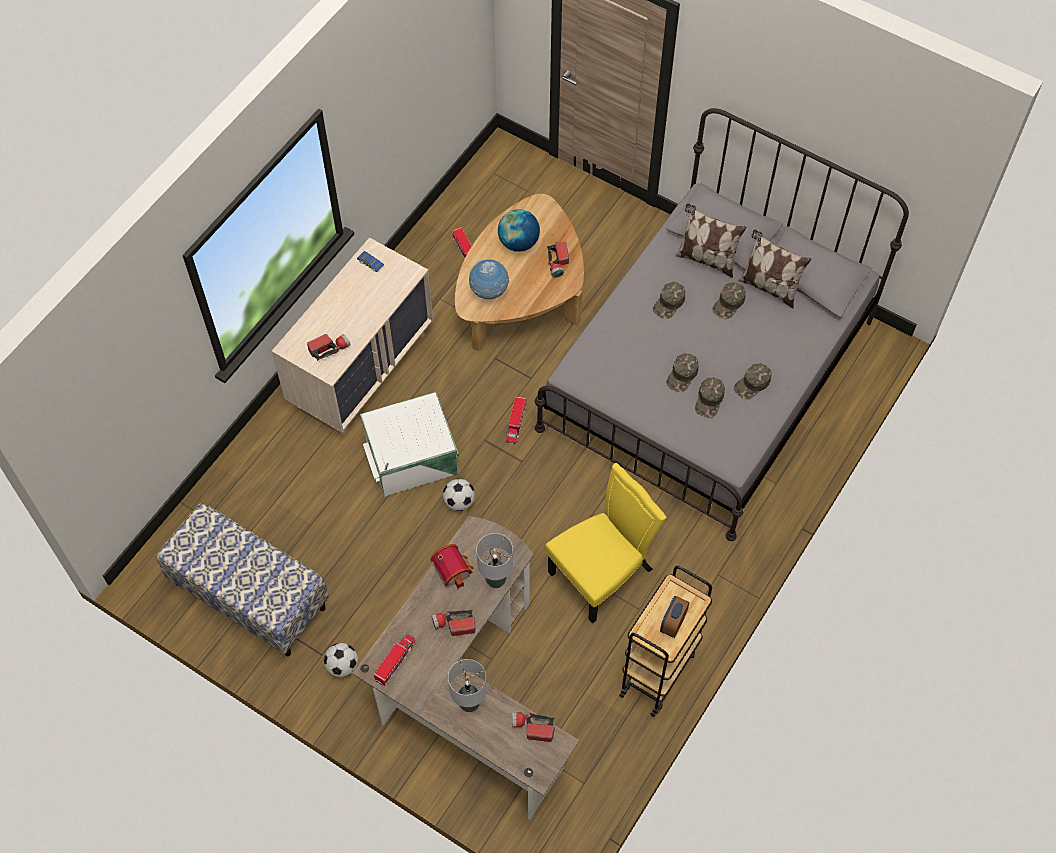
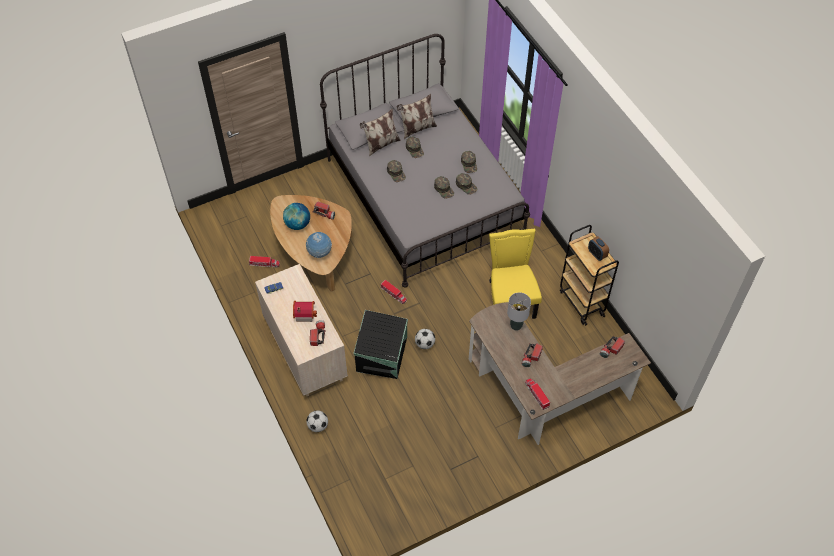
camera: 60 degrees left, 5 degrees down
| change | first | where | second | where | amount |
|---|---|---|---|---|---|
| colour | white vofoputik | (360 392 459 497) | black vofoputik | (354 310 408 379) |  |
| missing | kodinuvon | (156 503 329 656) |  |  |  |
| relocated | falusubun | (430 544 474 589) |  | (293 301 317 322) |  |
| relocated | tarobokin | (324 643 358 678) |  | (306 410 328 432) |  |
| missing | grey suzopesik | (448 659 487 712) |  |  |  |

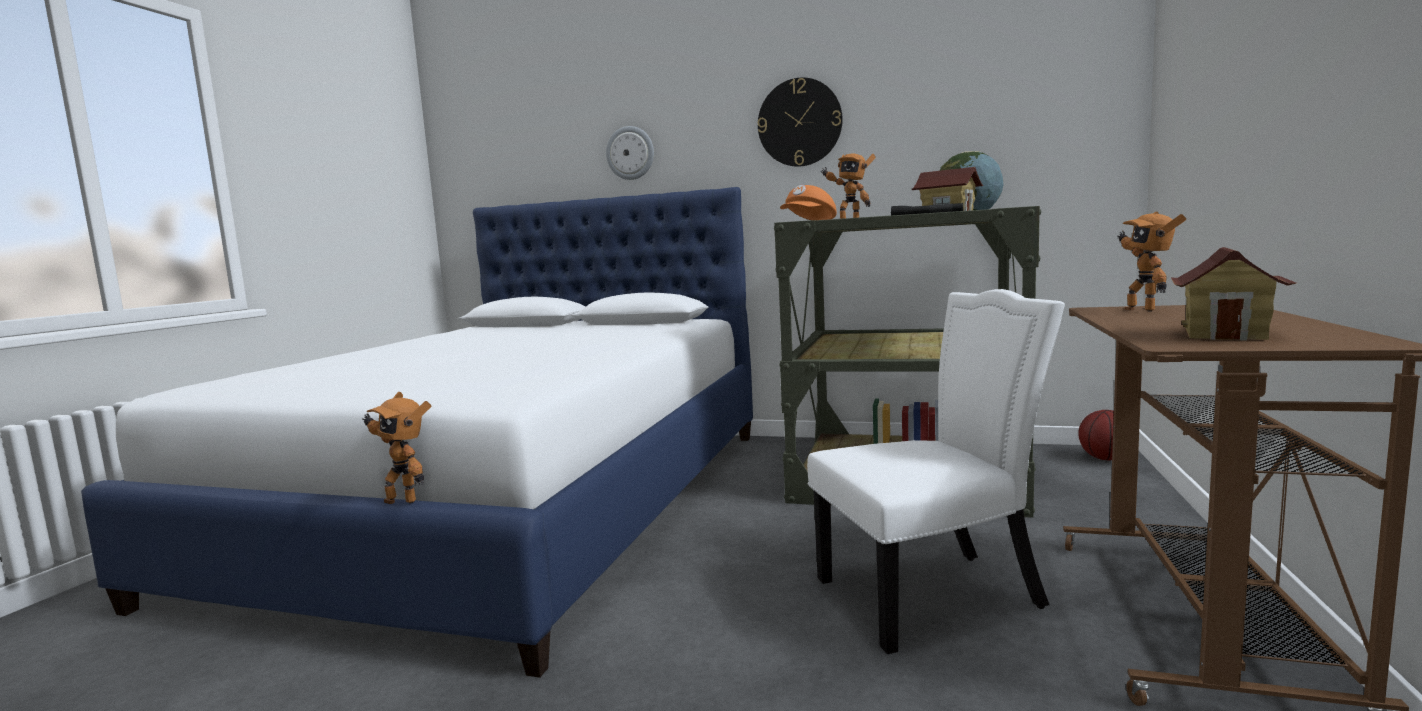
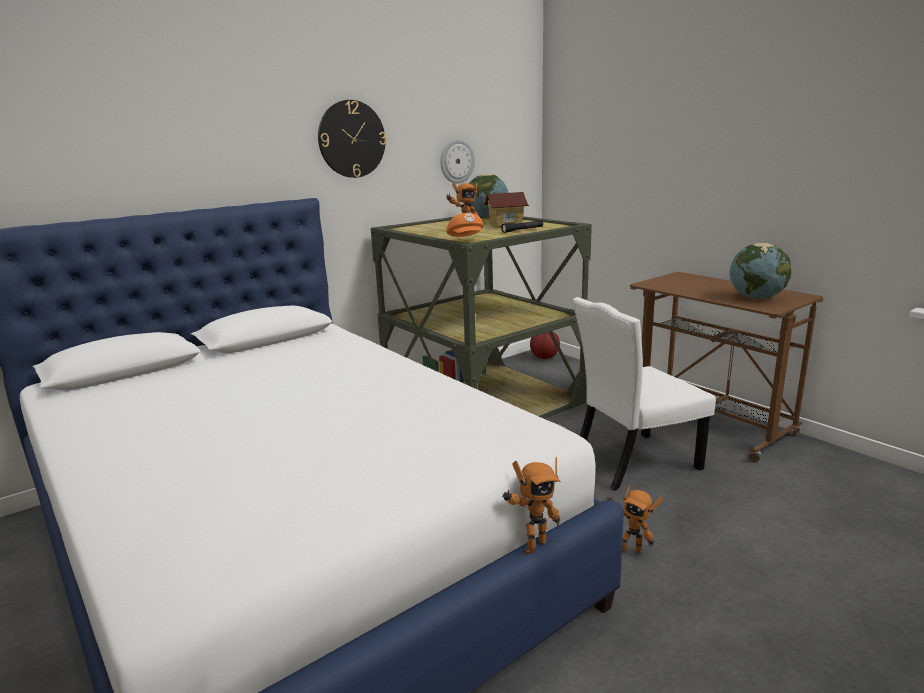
camera: 55 degrees left, 10 degrees up
| change | first | where | second | where | amount |
|---|---|---|---|---|---|
| relocated | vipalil | (606 126 654 180) |  | (440 139 475 184) |  |
| relocated | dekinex | (1118 212 1186 312) |  | (606 483 663 553) |  |
| exchanged | falusubun | (1170 247 1296 340) | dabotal | (729 243 792 300) |  |
| spun | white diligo | (807 289 1065 654) |  | (573 297 716 490) | 135 degrees counterclockwise |

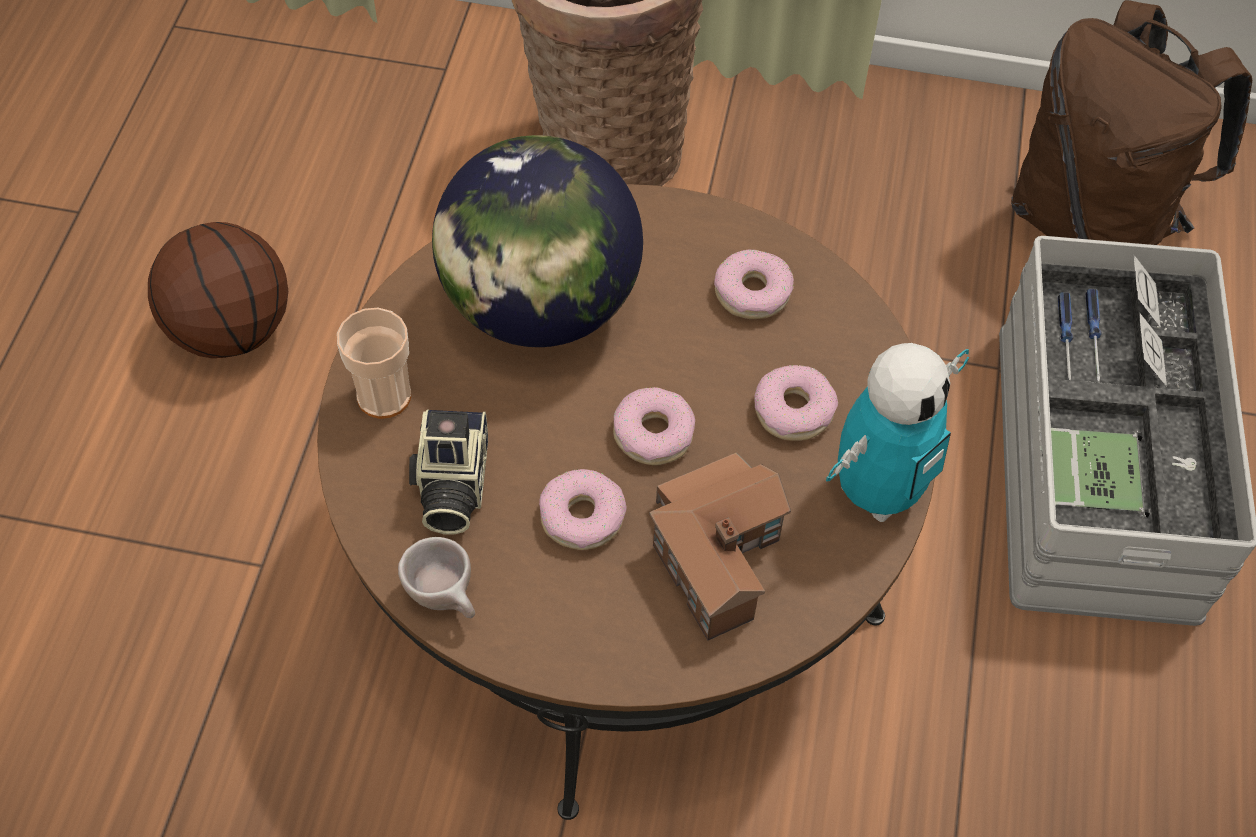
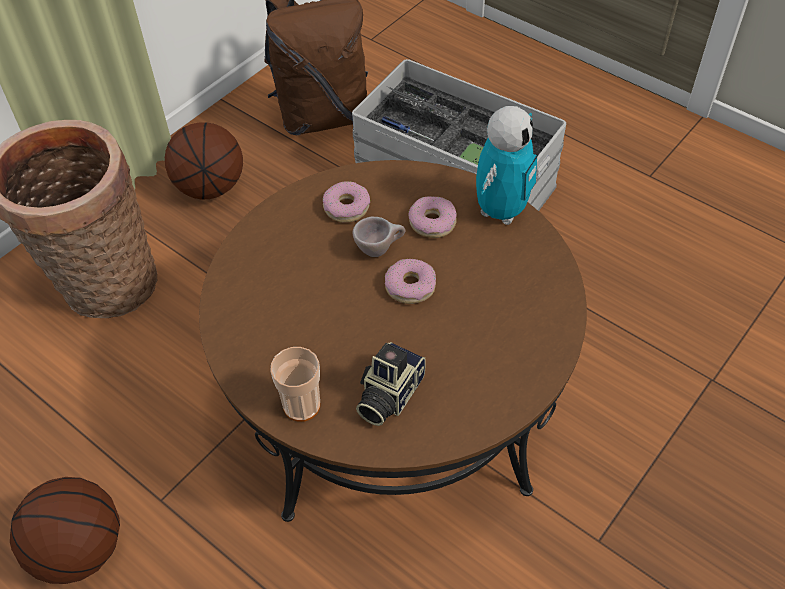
camera: 60 degrees left, 5 degrees down
| change | first | where | second | where | amount |
|---|---|---|---|---|---|
| missing | dabotal | (432 135 643 347) |  |  |  |
| spun | dekinex | (826 343 969 522) |  | (476 106 537 225) | 45 degrees clockwise |
| spun | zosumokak | (409 409 488 534) |  | (356 342 426 426) | 90 degrees clockwise |
| missing | falusubun | (649 453 791 641) |  |  |  |
| missing | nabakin | (539 469 627 550) |  |  |  |
| relocated | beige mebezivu | (398 537 475 618) |  | (353 217 405 257) |  |
| appeared |  |  | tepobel | (165 123 243 199) |  |

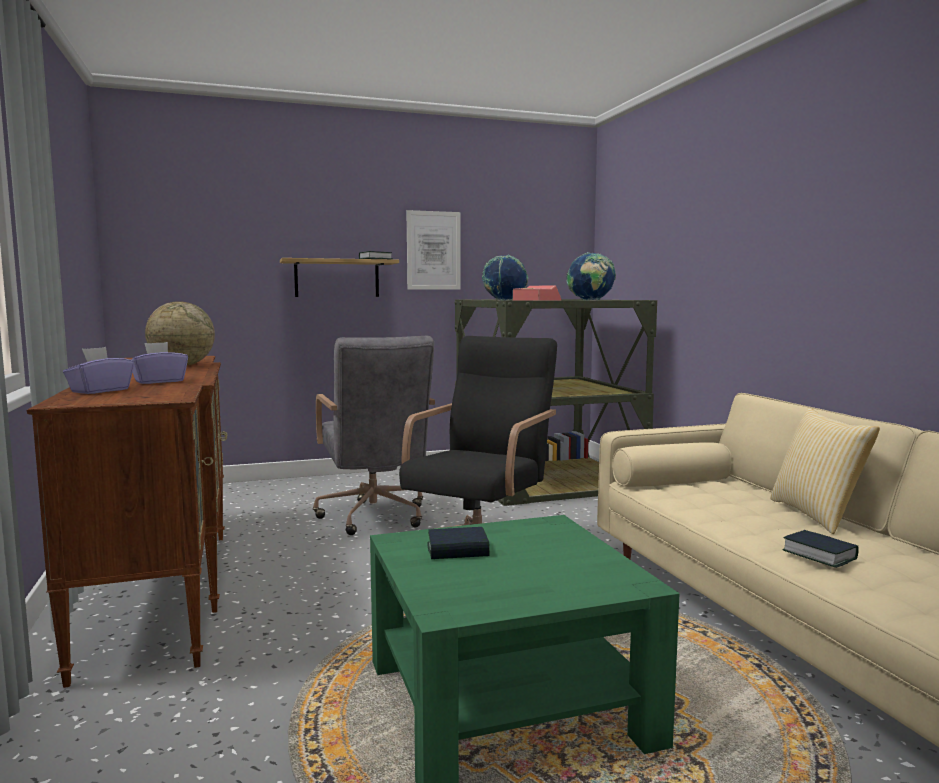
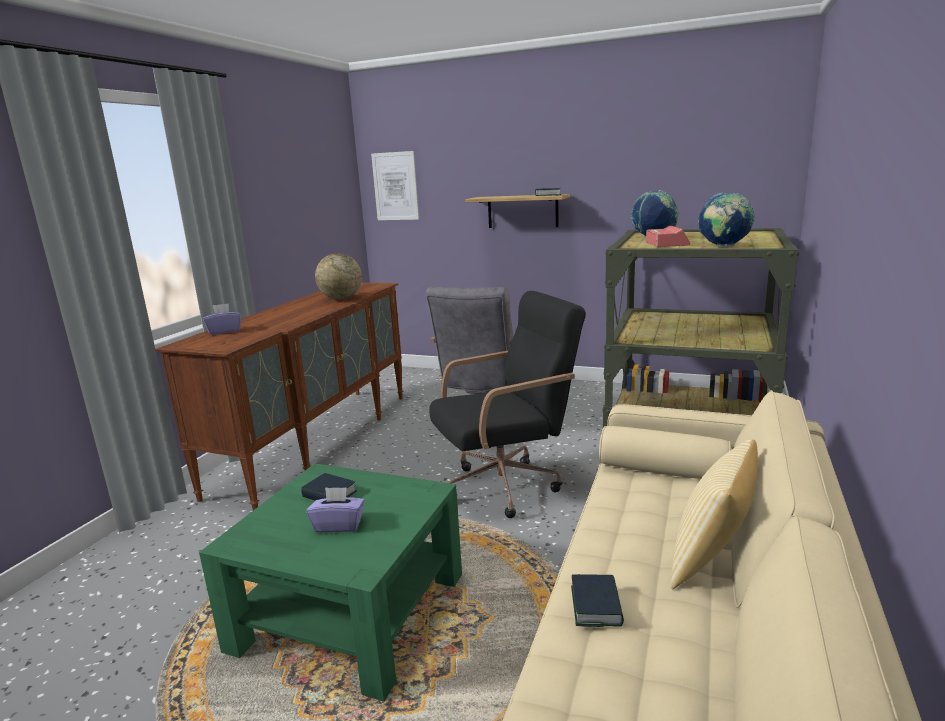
camera: 40 degrees right, 10 degrees up
| change | first | where | second | where | amount |
|---|---|---|---|---|---|
| relocated | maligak | (406 210 461 290) |  | (371 151 419 220) |  |
| relocated | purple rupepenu | (131 342 188 384) |  | (306 487 365 533) |  |

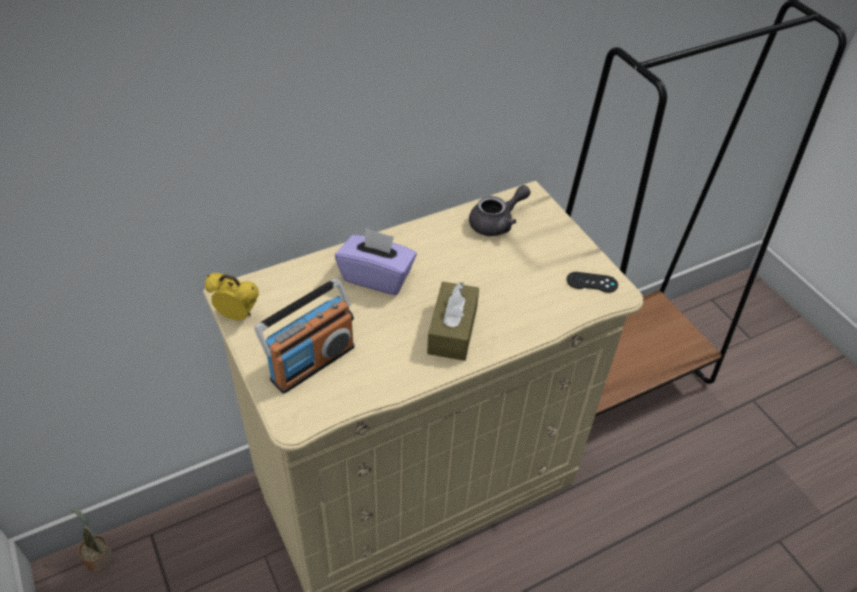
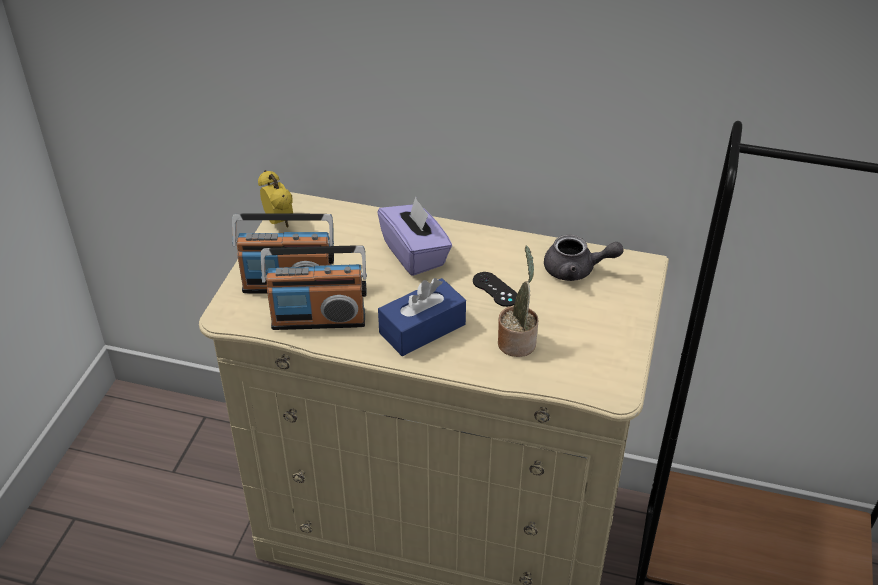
camera: 45 degrees right, 5 degrees down
| change | first | where | second | where | amount |
|---|---|---|---|---|---|
| relocated | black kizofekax | (566 272 618 293) |  | (473 272 518 307) |  |
| colour | brown rupepenu | (427 282 479 361) | blue rupepenu | (378 278 466 356) |  |
| relocated | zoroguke | (72 508 113 572) |  | (498 245 538 357) |  |
| appeared |  |  | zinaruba | (261 245 367 330) |  |

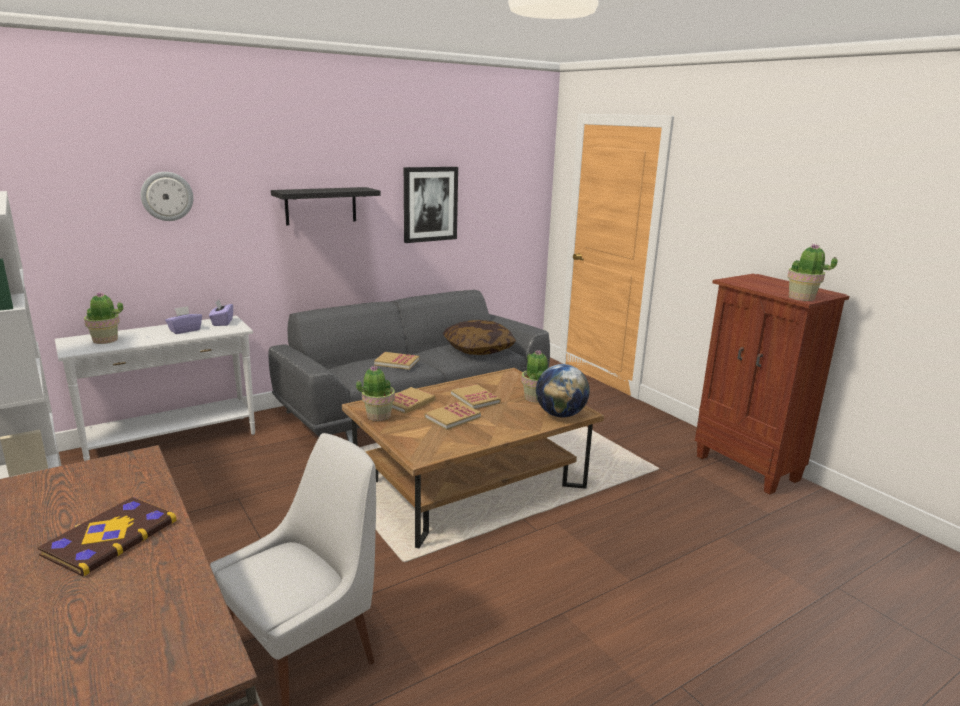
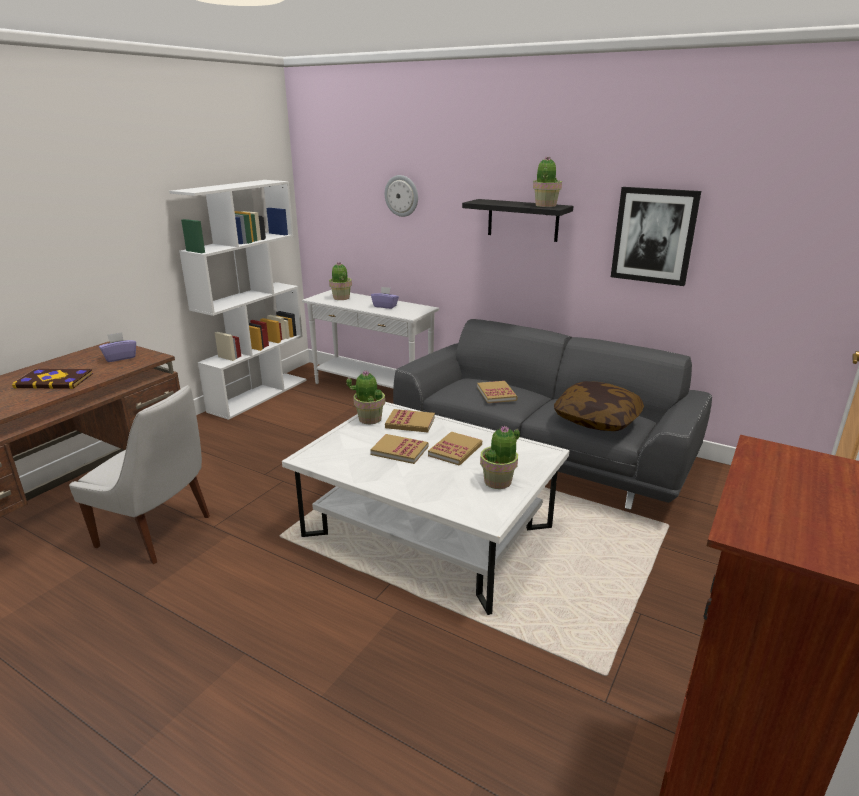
camera: 65 degrees right, 5 degrees up
| change | first | where | second | where | amount |
|---|---|---|---|---|---|
| relocated | zoroguke | (787 244 838 301) |  | (533 157 562 207) |  |
| relocated | purple rupepenu | (209 300 233 326) |  | (99 332 136 362) |  |
| missing | dabotal | (536 364 590 417) |  |  |  |
| colour | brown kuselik | (342 368 604 548) | white kuselik | (282 402 569 615) |  |

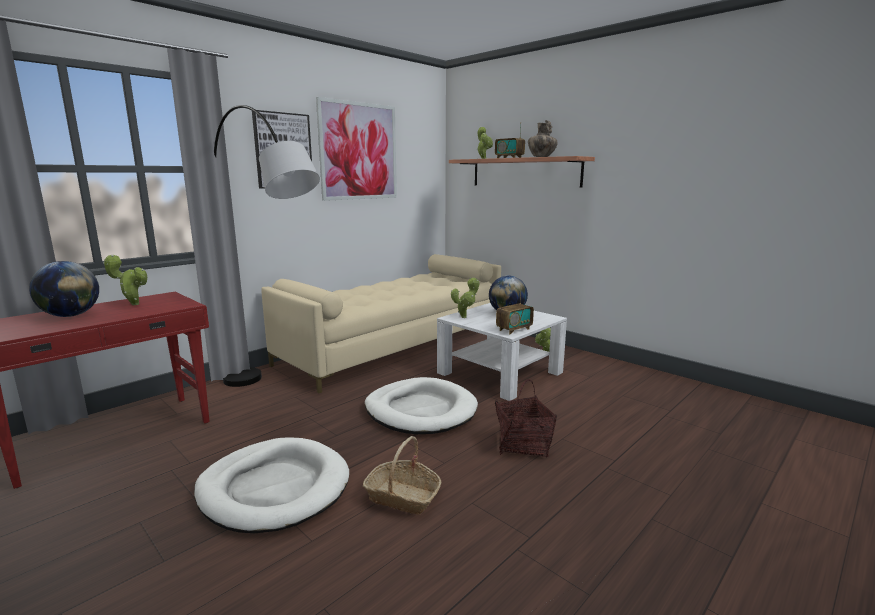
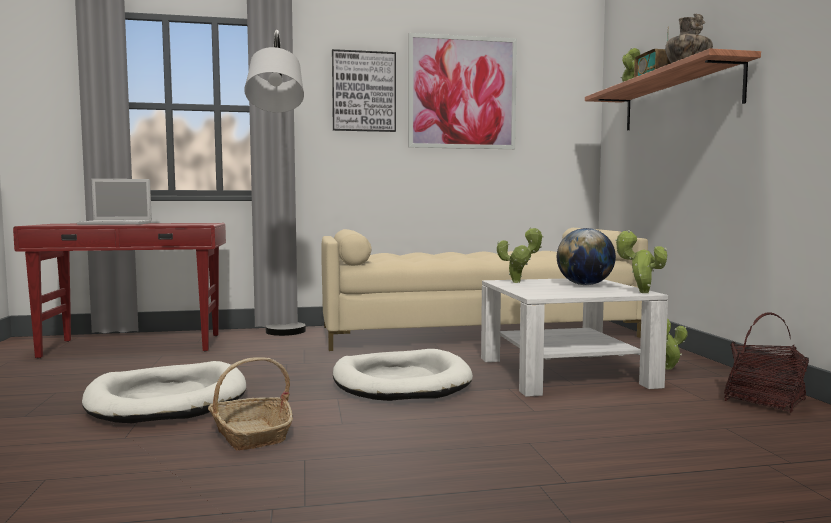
camera: 35 degrees right, 10 degrees down
| change | first | where | second | where | amount |
|---|---|---|---|---|---|
| relocated | zoroguke | (103 255 147 305) |  | (615 230 667 293) |  |
| exchanged | dabotal | (29 261 99 317) | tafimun | (77 179 152 225) |  |
| missing | zinaruba | (496 286 534 334) |  |  |  |
| relocated | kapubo | (495 379 557 457) |  | (724 312 809 413) |  |

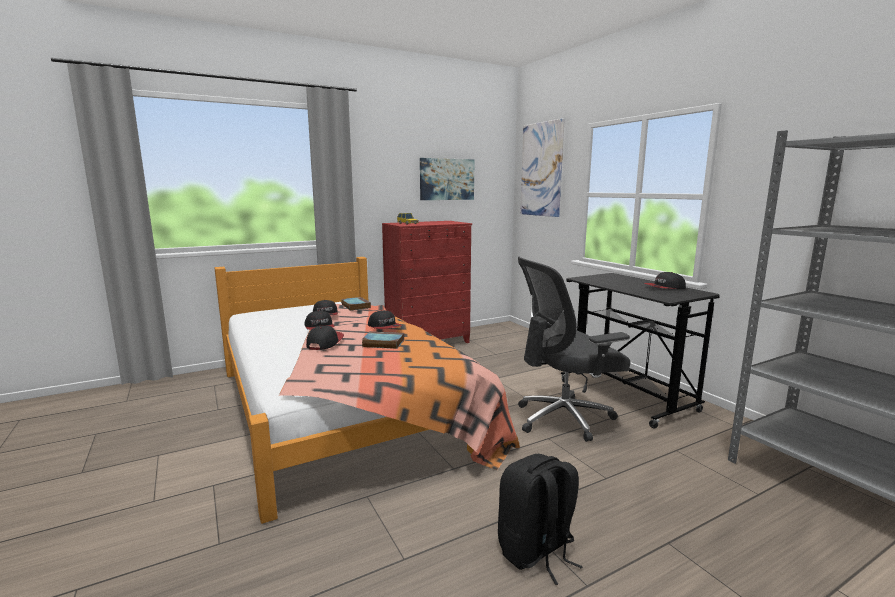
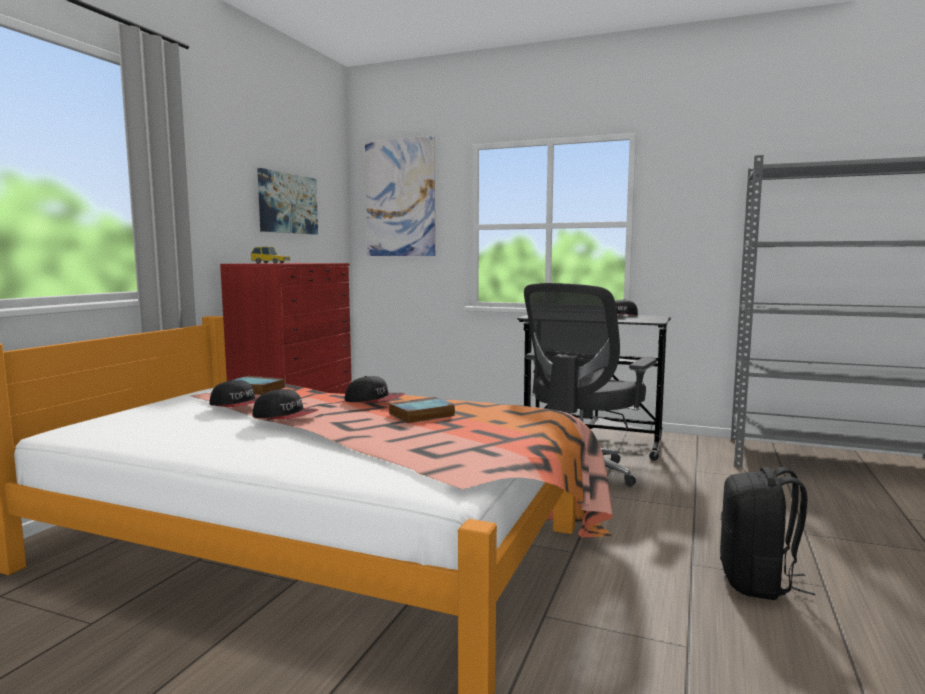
camera: 40 degrees left, 5 degrees down
| change | first | where | second | where | amount |
|---|---|---|---|---|---|
| missing | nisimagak | (306 326 344 350) |  |  |  |

